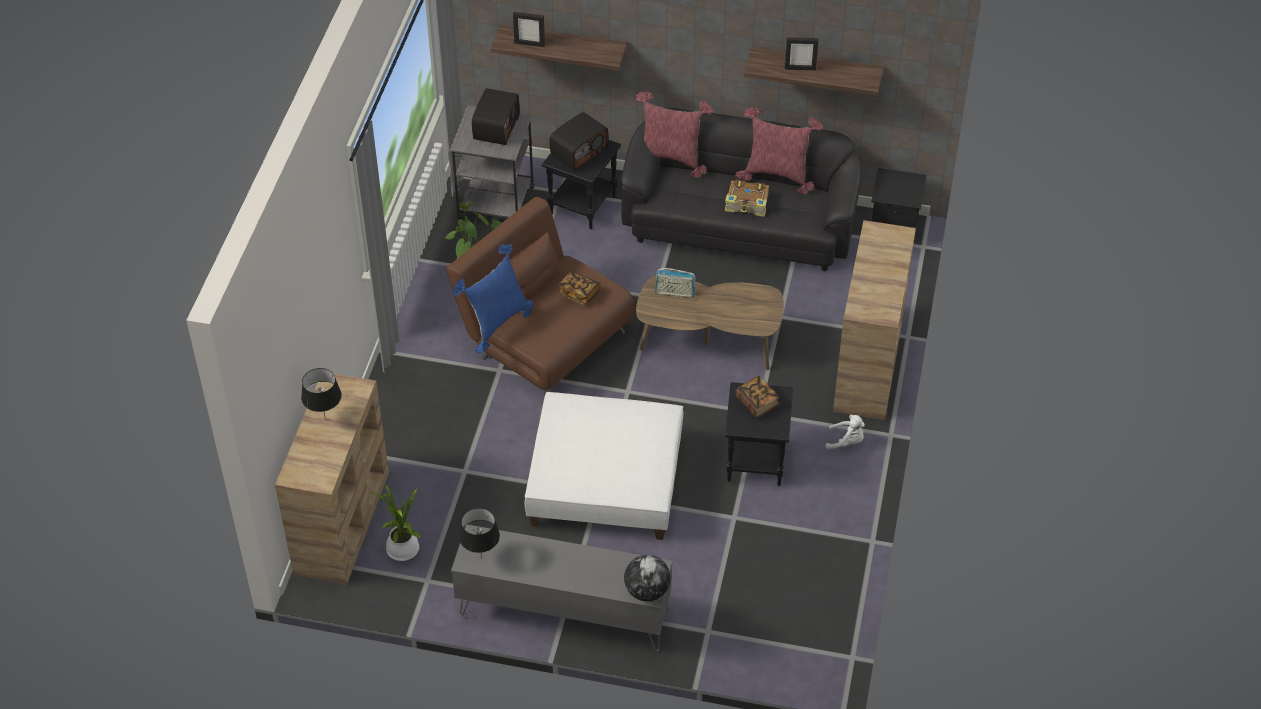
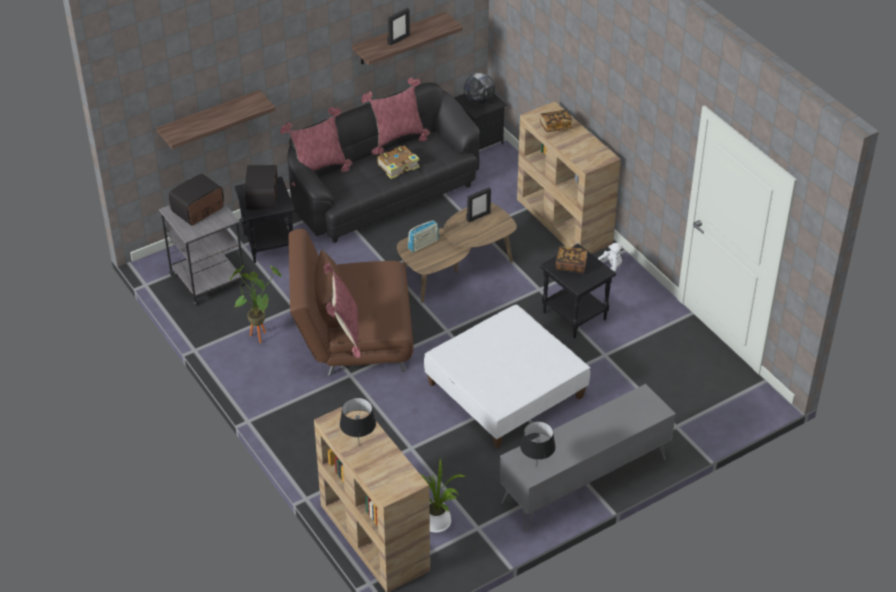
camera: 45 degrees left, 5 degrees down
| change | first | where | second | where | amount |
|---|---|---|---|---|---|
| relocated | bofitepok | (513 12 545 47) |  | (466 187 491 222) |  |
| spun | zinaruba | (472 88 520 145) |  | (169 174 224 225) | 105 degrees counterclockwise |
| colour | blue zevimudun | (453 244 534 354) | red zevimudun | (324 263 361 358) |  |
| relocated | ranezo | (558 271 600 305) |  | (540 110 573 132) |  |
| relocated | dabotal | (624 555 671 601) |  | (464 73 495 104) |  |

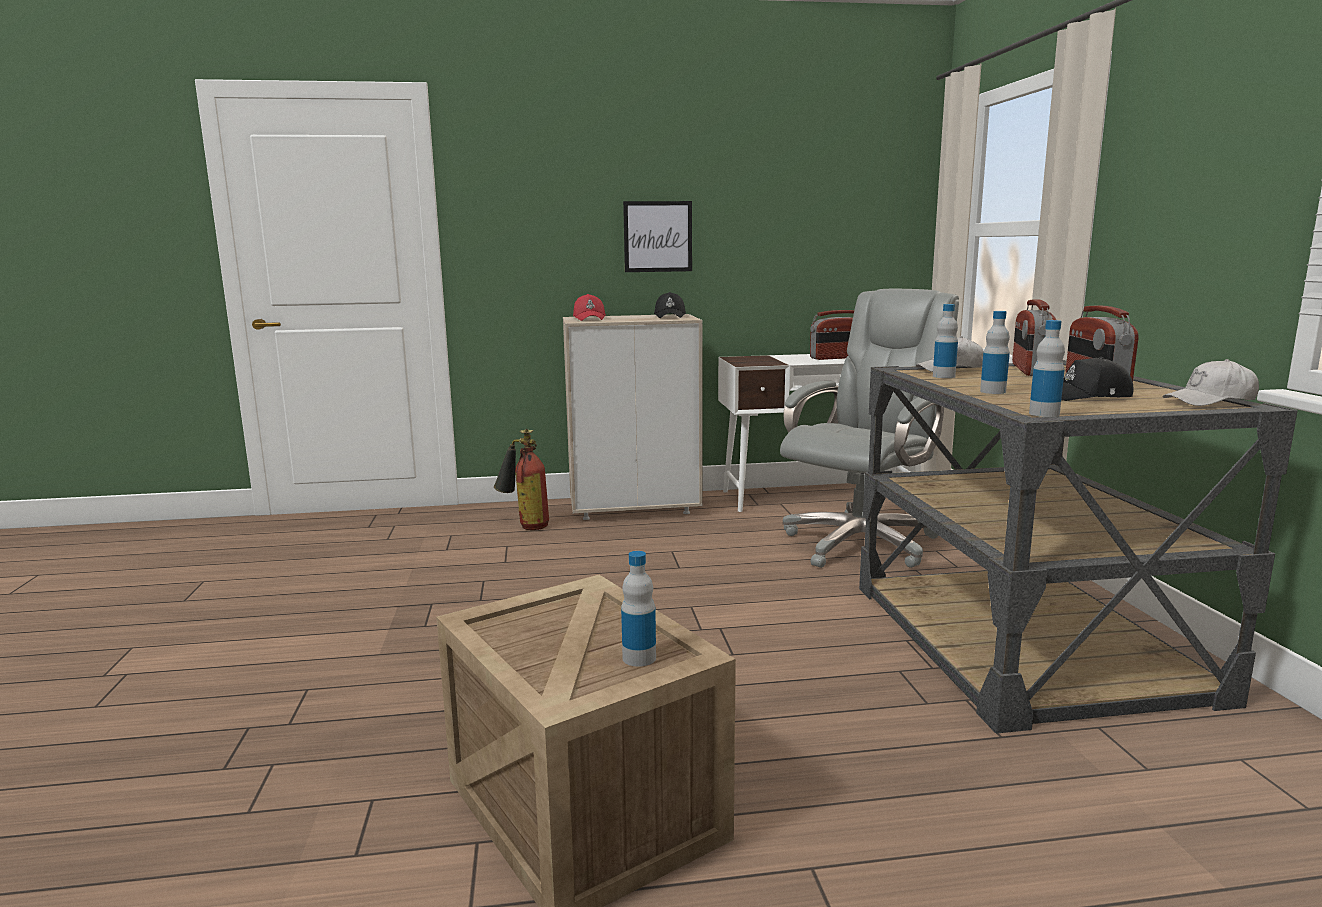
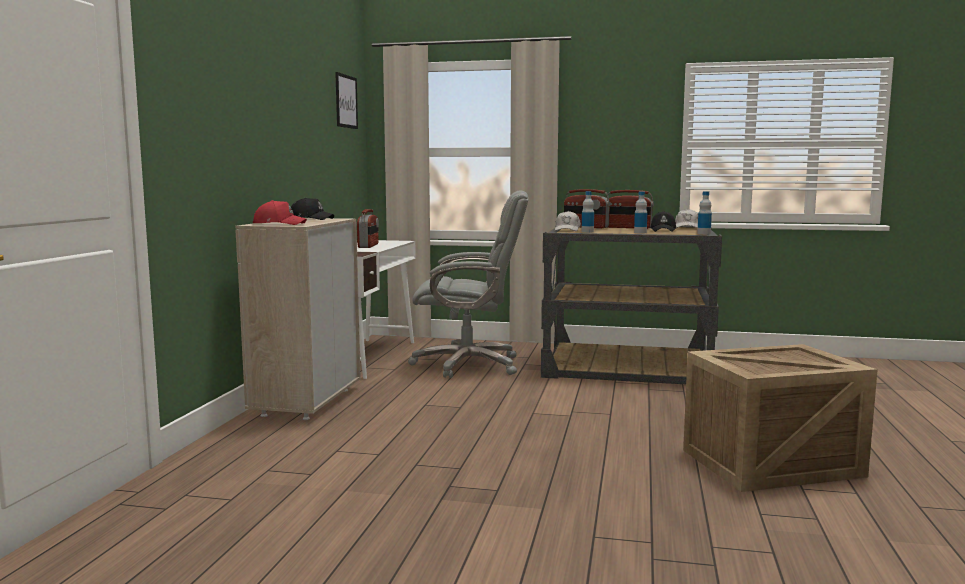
camera: 70 degrees left, 5 degrees down
| change | first | where | second | where | amount |
|---|---|---|---|---|---|
| relocated | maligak | (623 201 692 272) |  | (335 72 358 129) |  |
| spun | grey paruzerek | (780 289 959 568) |  | (408 190 528 378) | 120 degrees clockwise |
| missing | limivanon | (494 429 549 530) |  |  |  |
| missing | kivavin | (621 551 656 667) |  |  |  |

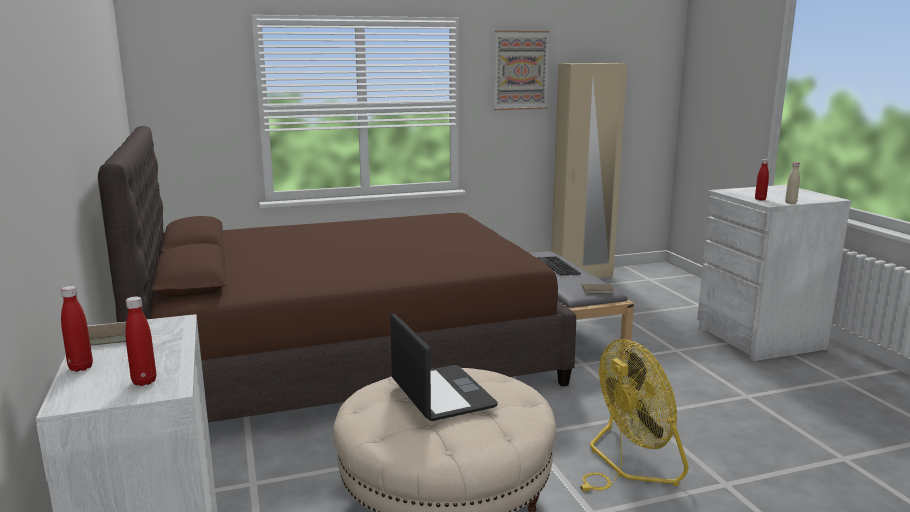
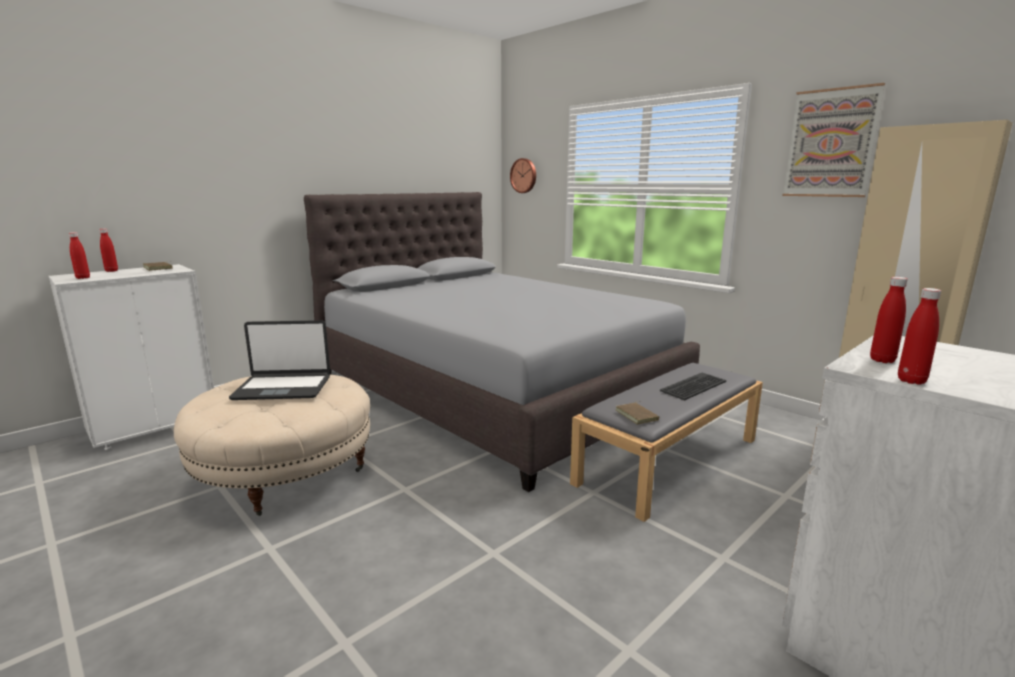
camera: 65 degrees right, 0 degrees up
| change | first | where | second | where | amount |
|---|---|---|---|---|---|
| colour | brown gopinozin | (98 126 576 422) | grey gopinozin | (304 192 700 492) |  |
| colour | beige kivavin | (785 162 800 204) | red kivavin | (898 288 941 385) |  |
| spun | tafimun | (390 314 498 421) |  | (229 320 330 400) | 45 degrees clockwise |
| missing | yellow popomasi | (580 339 688 491) |  |  |  |
| appeared |  |  | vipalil | (510 158 536 193) |  |

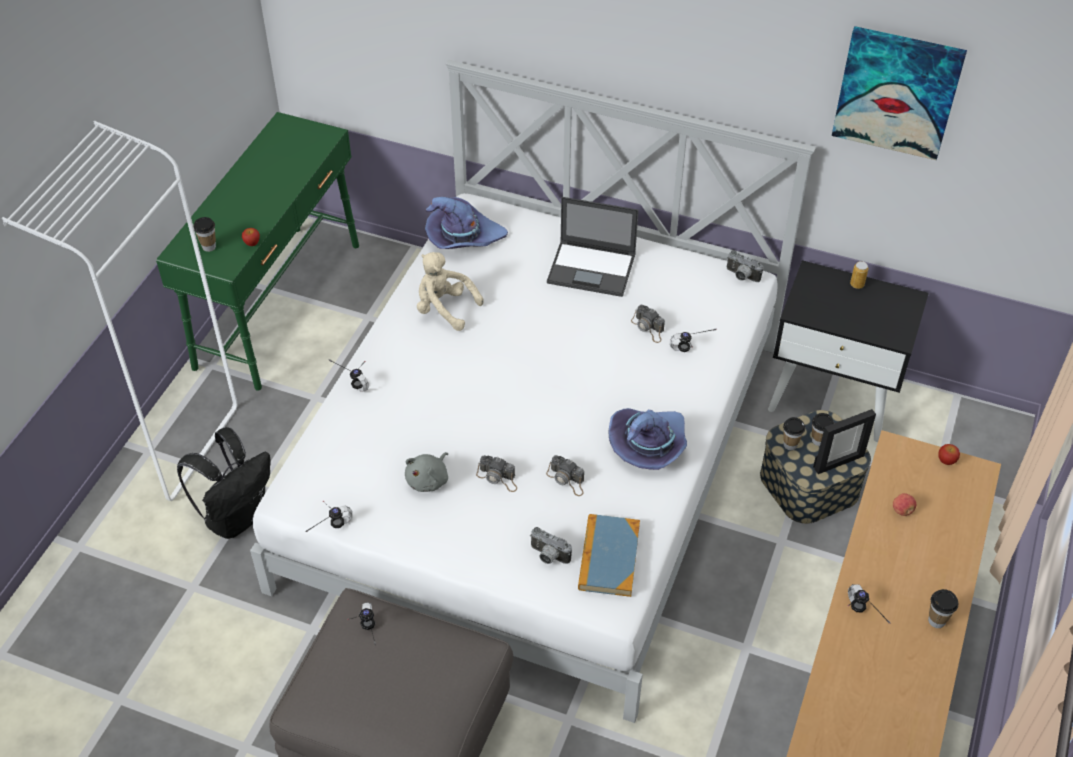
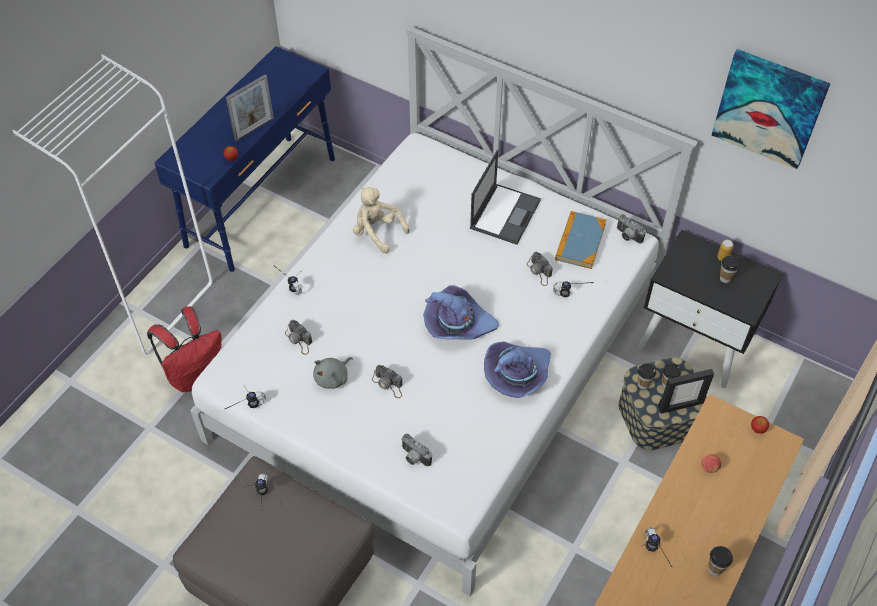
camera: 10 degrees right, 5 degrees up
| change | first | where | second | where | amount |
|---|---|---|---|---|---|
| colour | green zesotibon | (156 112 359 391) | blue zesotibon | (155 46 335 272) |  |
| relocated | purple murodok | (425 197 508 249) |  | (423 286 499 340) |  |
| spun | tafimun | (547 197 639 297) |  | (470 150 541 245) | 90 degrees counterclockwise |
| relocated | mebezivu | (193 217 216 252) |  | (720 256 740 283) |  |
| colour | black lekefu | (177 427 271 539) | red lekefu | (147 306 221 392) |  |
| relocated | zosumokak | (546 455 584 496) |  | (285 320 312 355) |  |
| relocated | ranezo | (578 514 640 597) |  | (555 211 606 269) |  |
| appeared |  |  | bofitepok | (226 74 274 141) |  |

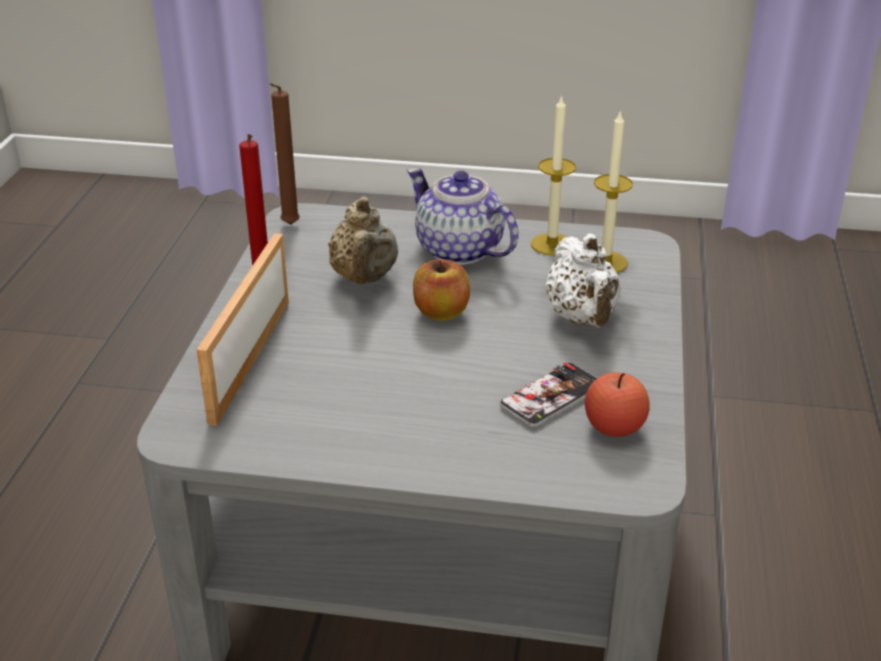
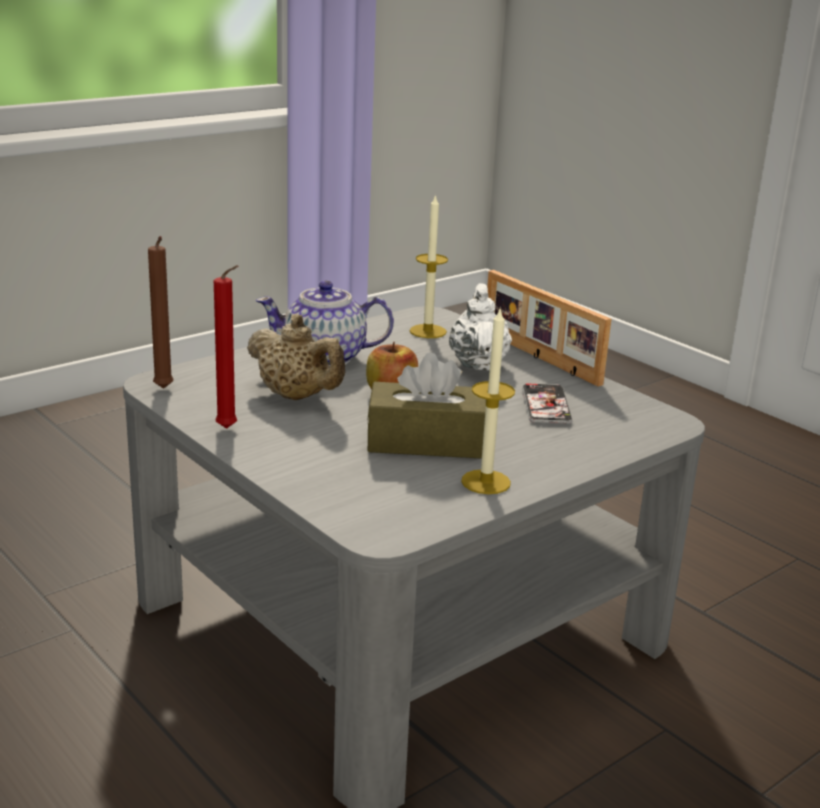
camera: 50 degrees left, 10 degrees down
| change | first | where | second | where | amount |
|---|---|---|---|---|---|
| relocated | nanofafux | (531 94 576 256) |  | (461 306 515 494) |  |
| relocated | bofitepok | (197 233 289 426) |  | (487 270 611 386) |  |
| spun | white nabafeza | (546 233 621 327) |  | (449 283 512 370) | 120 degrees counterclockwise |
| missing | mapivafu | (585 372 649 437) |  |  |  |
| appeared |  |  | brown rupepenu | (367 352 486 459) |  |

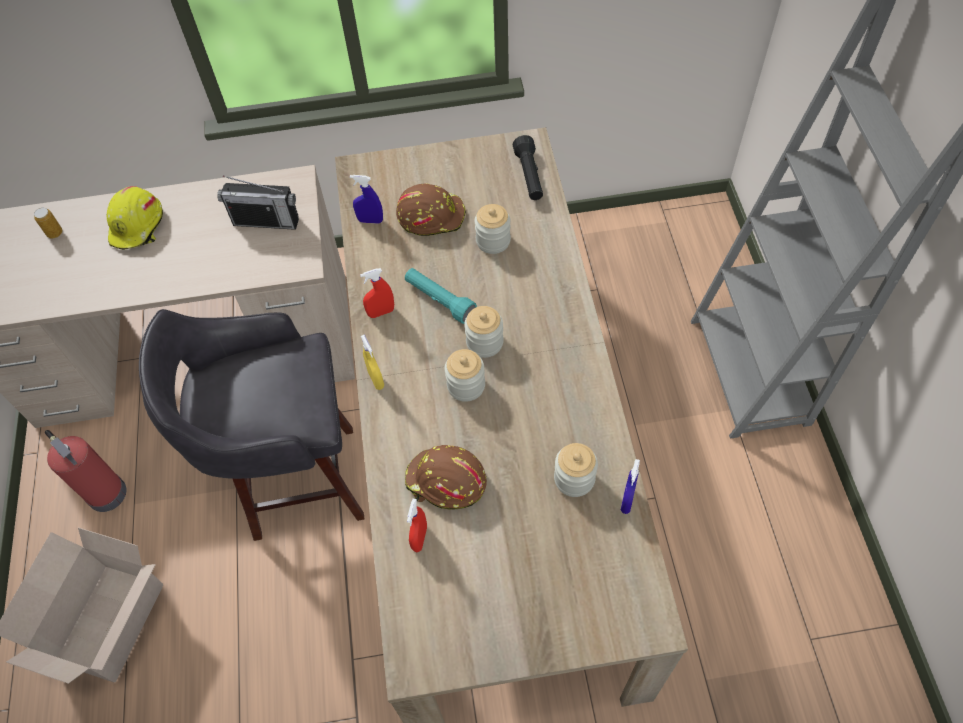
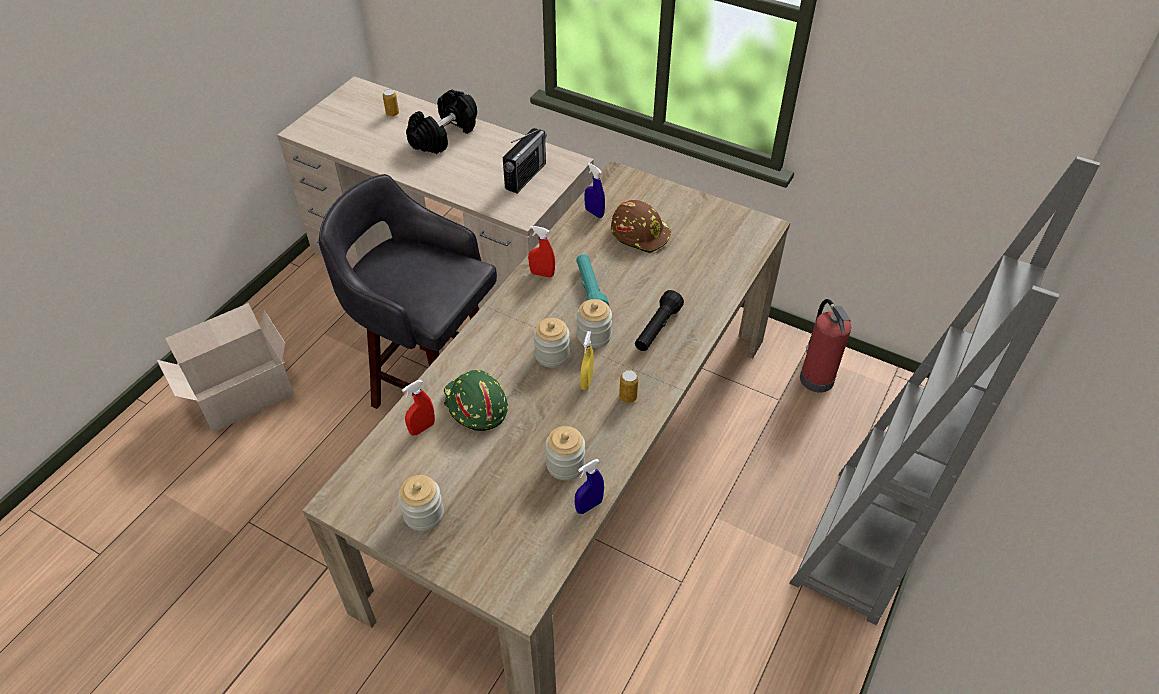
camera: 35 degrees right, 10 degrees down
| change | first | where | second | where | amount |
|---|---|---|---|---|---|
| relocated | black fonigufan | (513 135 543 200) |  | (635 290 684 351) |  |
| spun | zinaruba | (217 176 299 230) |  | (503 128 547 194) | 105 degrees counterclockwise |
| exchanged | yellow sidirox | (107 186 163 250) | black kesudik | (406 90 477 154) |  |
| relocated | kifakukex | (475 204 511 254) |  | (398 475 444 531) |  |
| relocated | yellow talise | (361 335 384 390) |  | (580 331 594 390) |  |
| relocated | limivanon | (45 430 127 512) |  | (800 299 851 393) |  |
| colour | brown sidirox | (405 445 487 510) | green sidirox | (444 370 508 431) |  |
| appeared |  |  | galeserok | (619 370 638 403) |  |

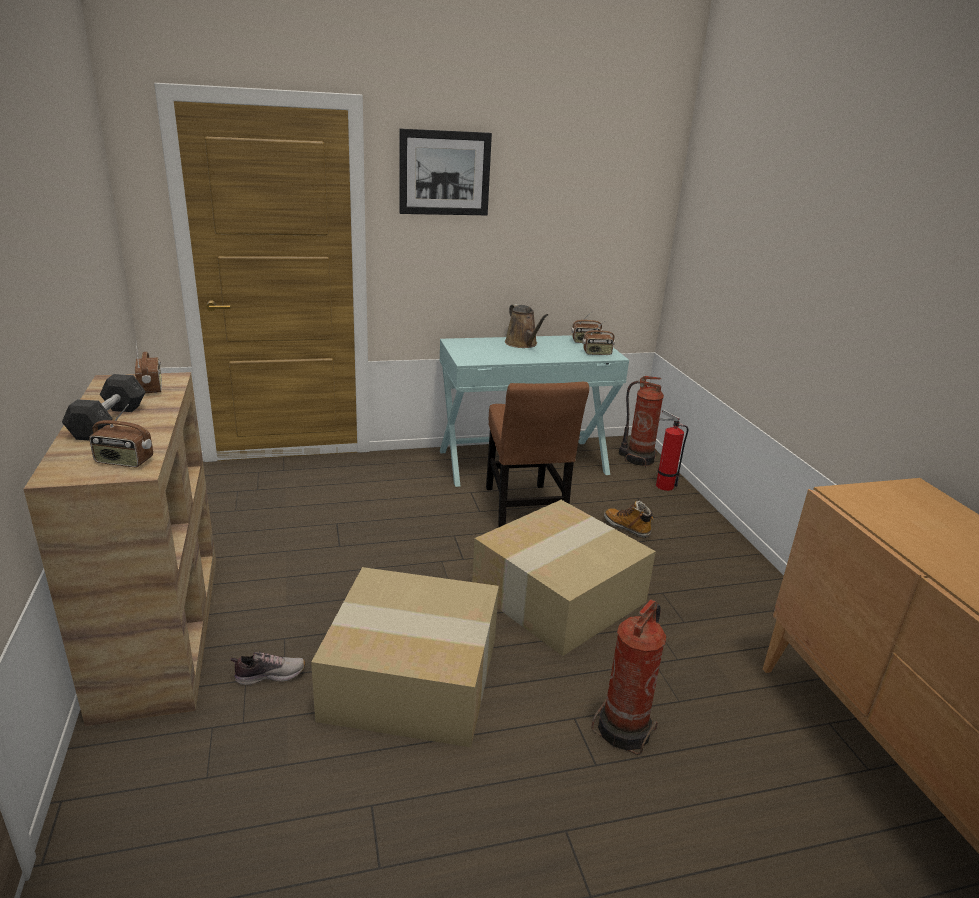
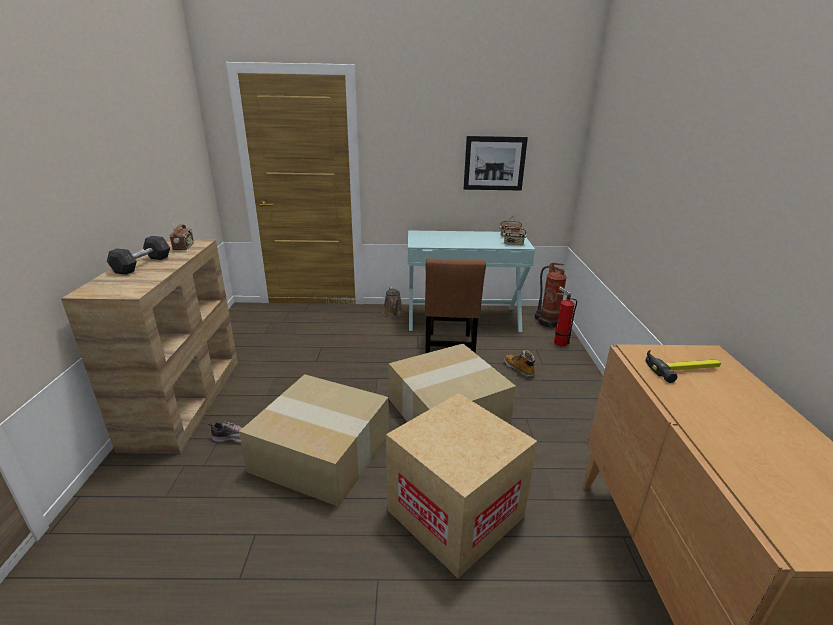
camera: 15 degrees right, 0 degrees up
| change | first | where | second | where | amount |
|---|---|---|---|---|---|
| relocated | maligak | (399 129 492 215) |  | (464 136 528 190) |  |
| relocated | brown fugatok | (505 304 548 348) |  | (383 287 404 317) |  |
| missing | zinaruba | (89 404 153 467) |  |  |  |
| exchanged | limivanon | (591 599 666 755) | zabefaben | (386 393 537 578) |  |
| appeared |  |  | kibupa | (645 350 721 383) |  |

